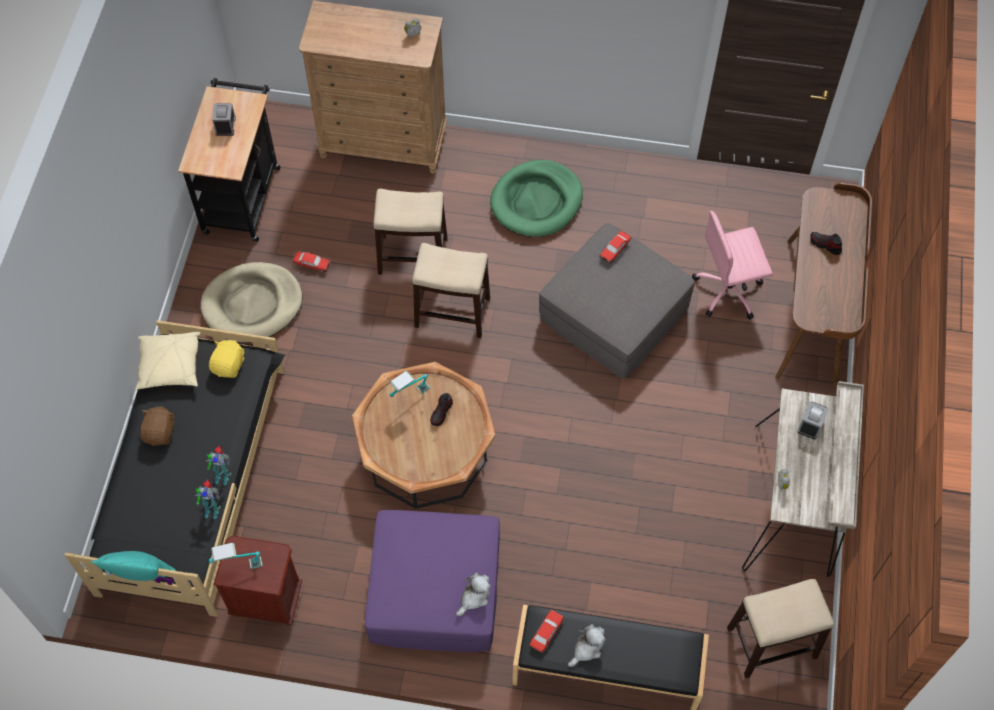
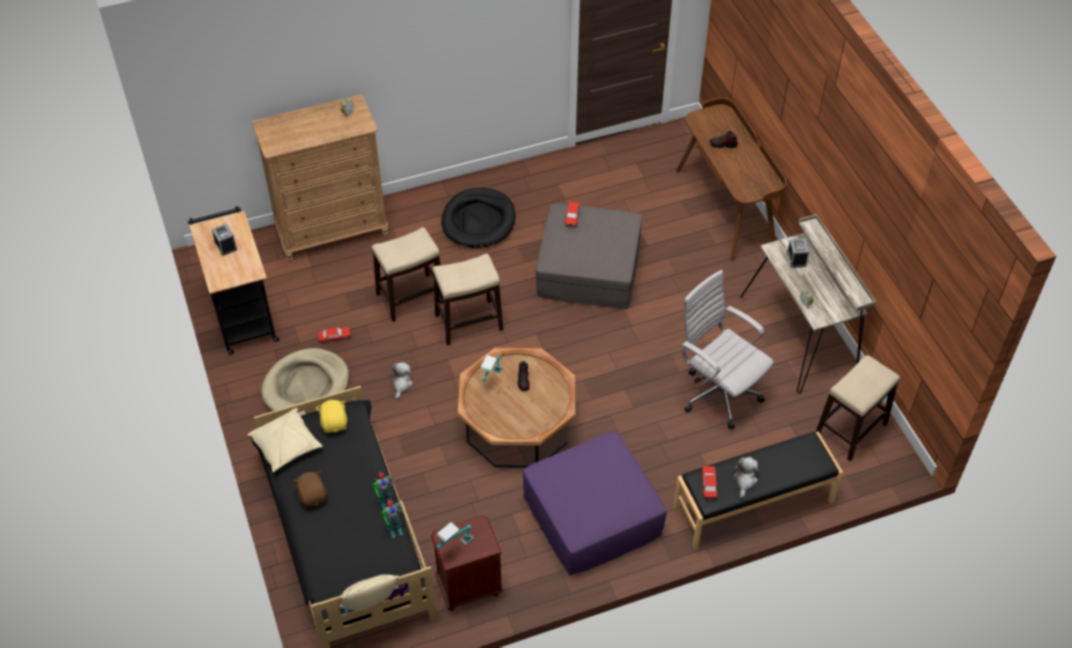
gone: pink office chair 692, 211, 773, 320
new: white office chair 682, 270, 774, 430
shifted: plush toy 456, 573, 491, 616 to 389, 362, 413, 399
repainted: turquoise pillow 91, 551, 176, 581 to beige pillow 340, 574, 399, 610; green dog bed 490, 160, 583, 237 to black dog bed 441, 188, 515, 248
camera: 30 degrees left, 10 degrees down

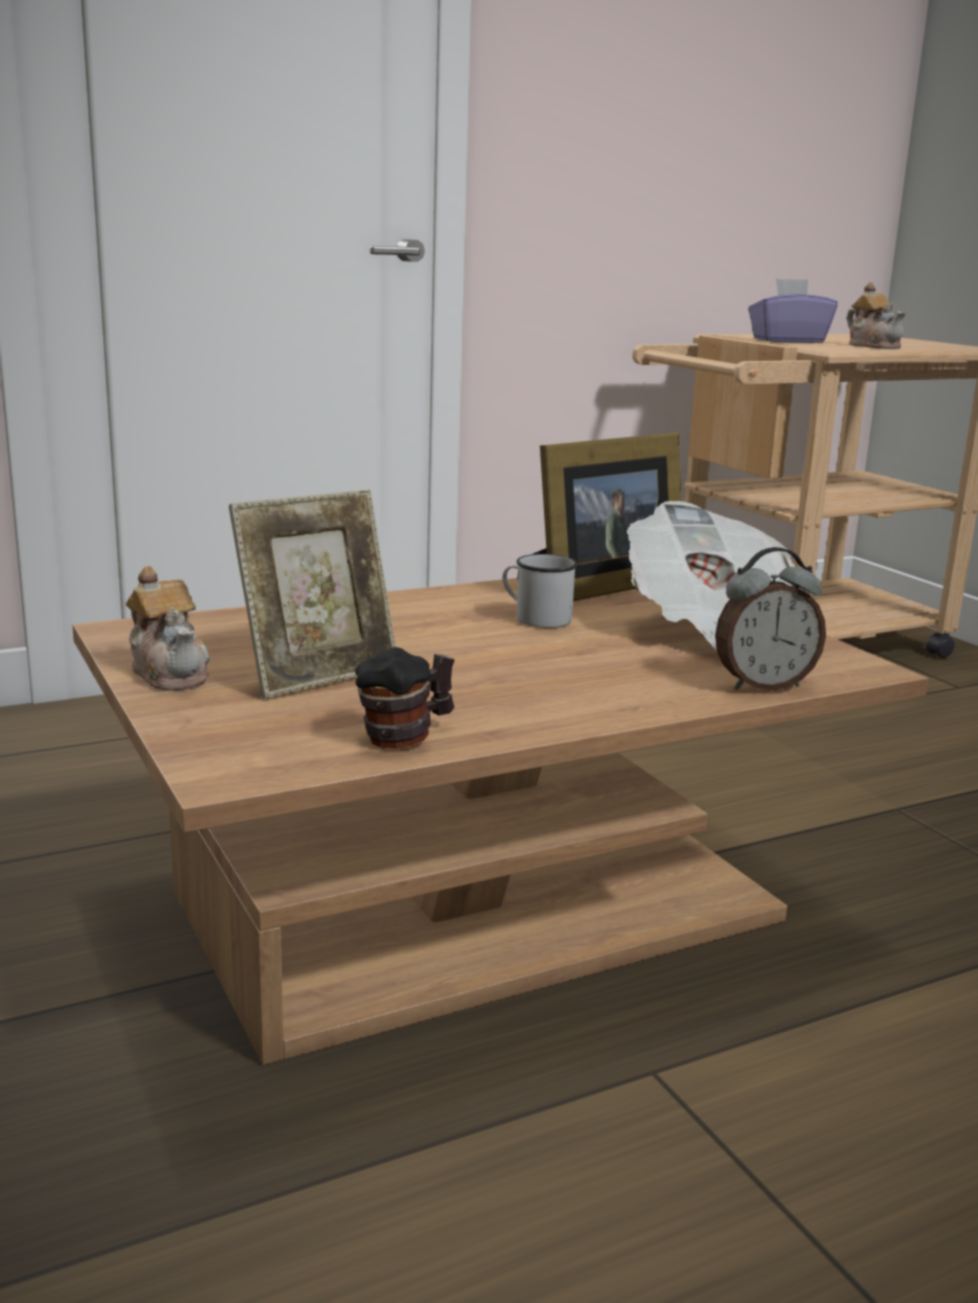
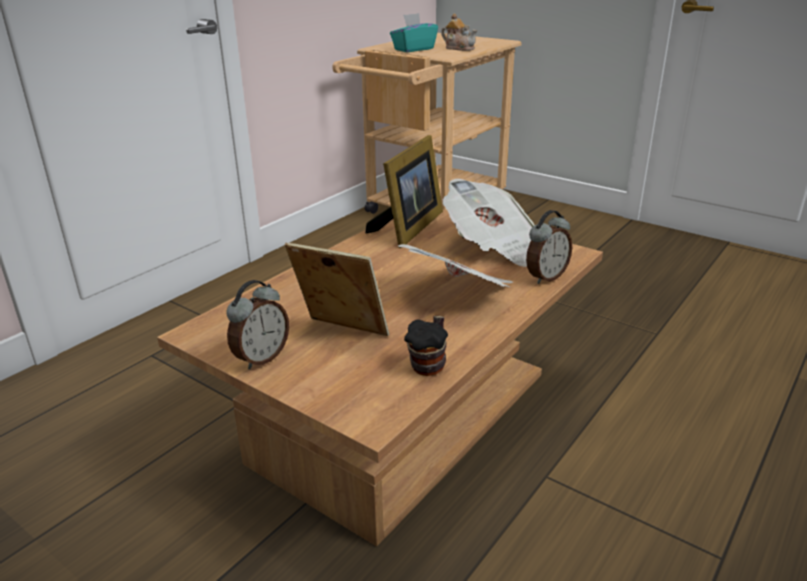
gone: white mug 503, 554, 578, 628
new: newspaper 398, 244, 513, 287
swapped: teapot 126, 566, 210, 691 to alarm clock 226, 280, 289, 370
repainted: purple tissue box 748, 278, 838, 343 to turquoise tissue box 390, 13, 438, 52
rotated: picture frame 229, 490, 396, 699 = 285, 243, 389, 336 90 degrees counterclockwise
camera: 25 degrees left, 10 degrees up

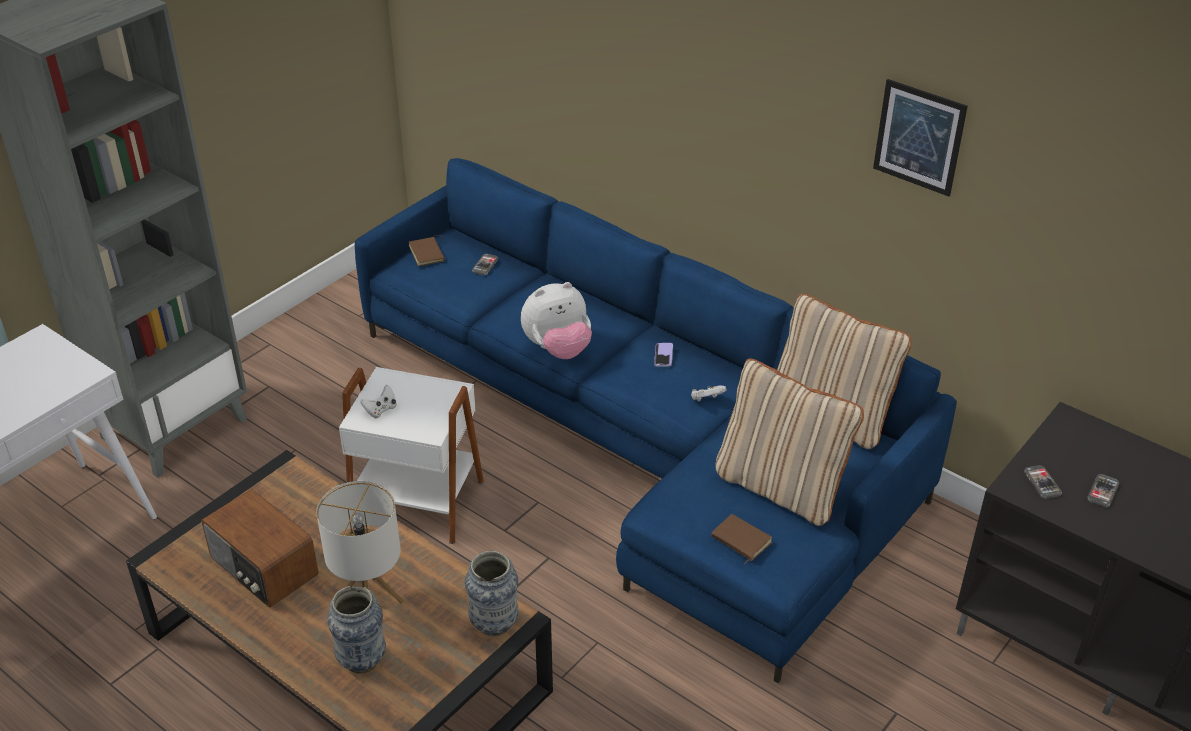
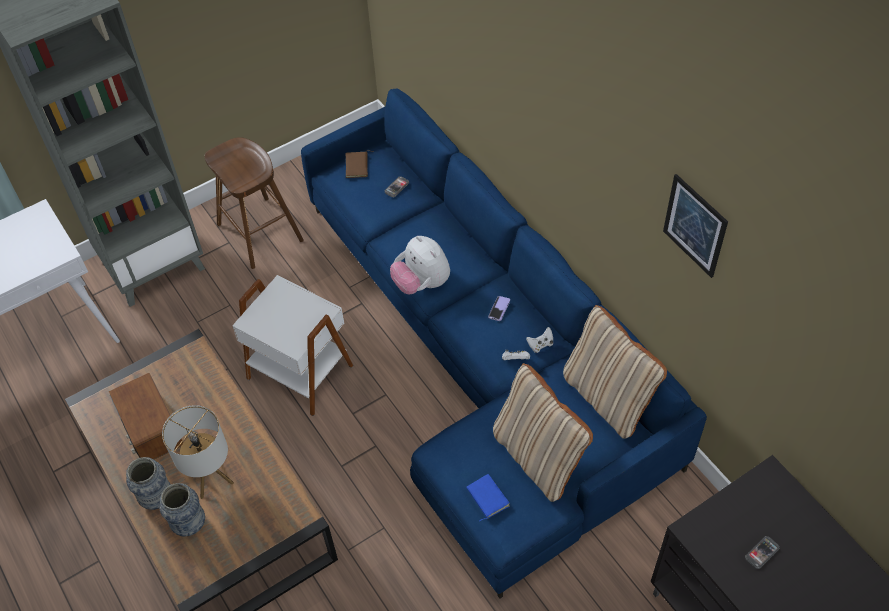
gone: phone 1024, 465, 1062, 499
new: brown stool 205, 137, 304, 269
shifted: white game controller 360, 385, 397, 418 to 526, 327, 553, 353; vase 465, 551, 519, 637 to 126, 457, 171, 510
repainted: brown book 711, 514, 772, 564 to blue book 466, 474, 510, 521
rotated: plush toy 521, 282, 592, 359 = 390, 236, 450, 294 60 degrees clockwise
camera: 20 degrees right, 15 degrees up

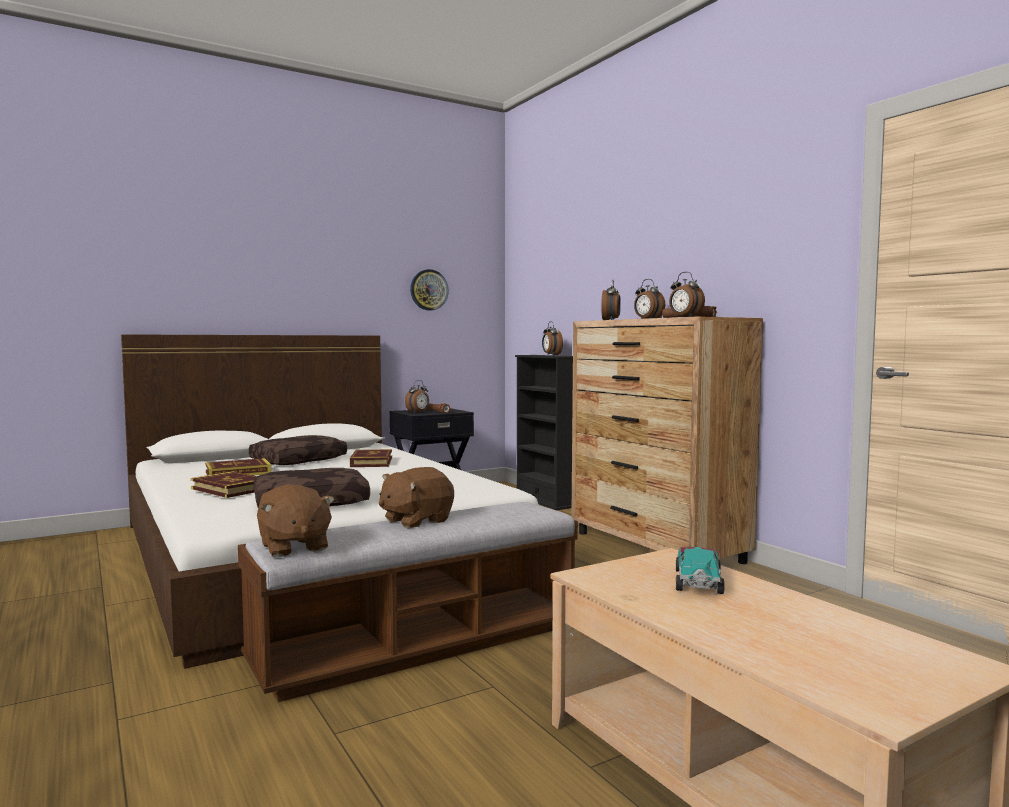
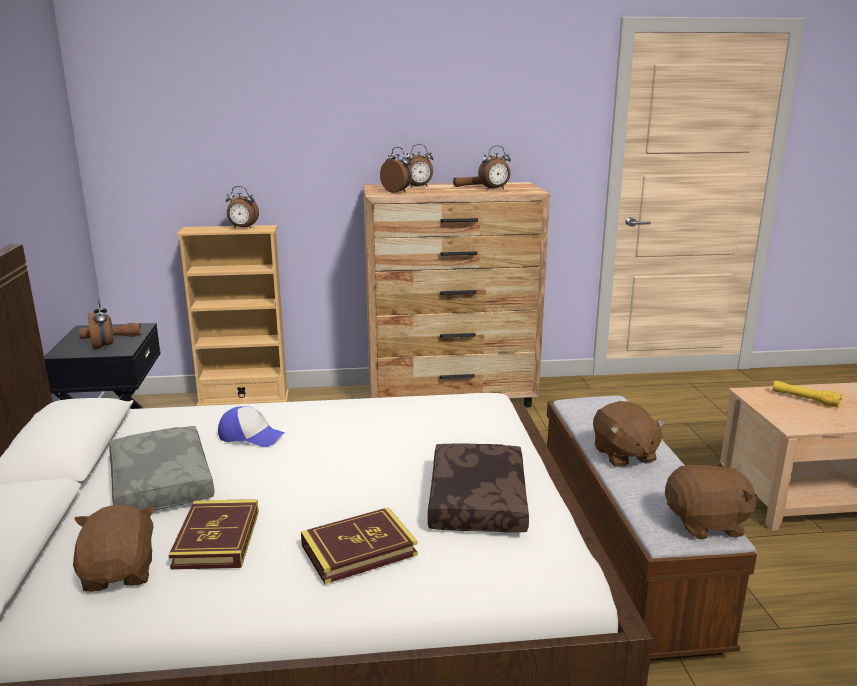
gone: wall clock 410, 269, 449, 310
new: brown plush toy 73, 505, 155, 592
swapped: book 350, 449, 392, 467 to cap 218, 406, 285, 447; toy car 676, 547, 725, 594 to yellow flashlight 773, 381, 843, 408
repainted: brown pillow 249, 435, 347, 465 to grey pillow 109, 426, 215, 511; black bookcase 515, 355, 573, 510 to beige bookcase 177, 225, 289, 406
camera: 65 degrees left, 15 degrees up

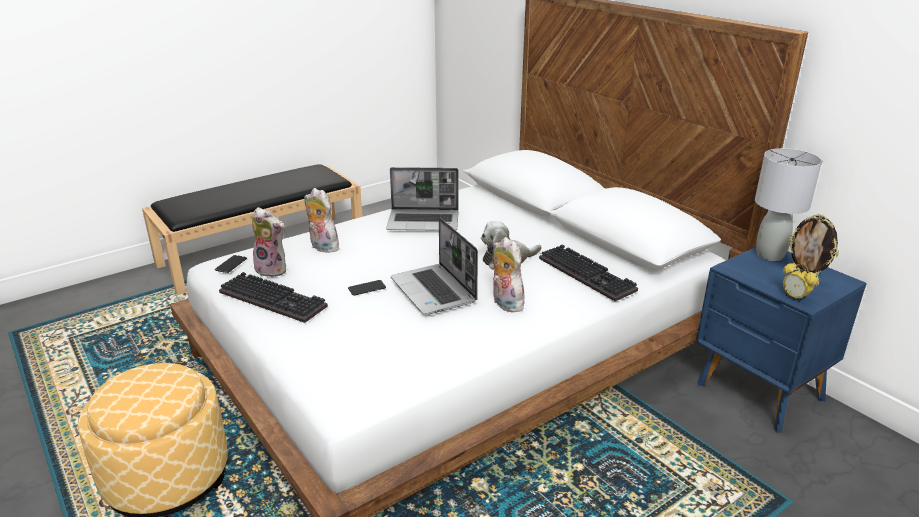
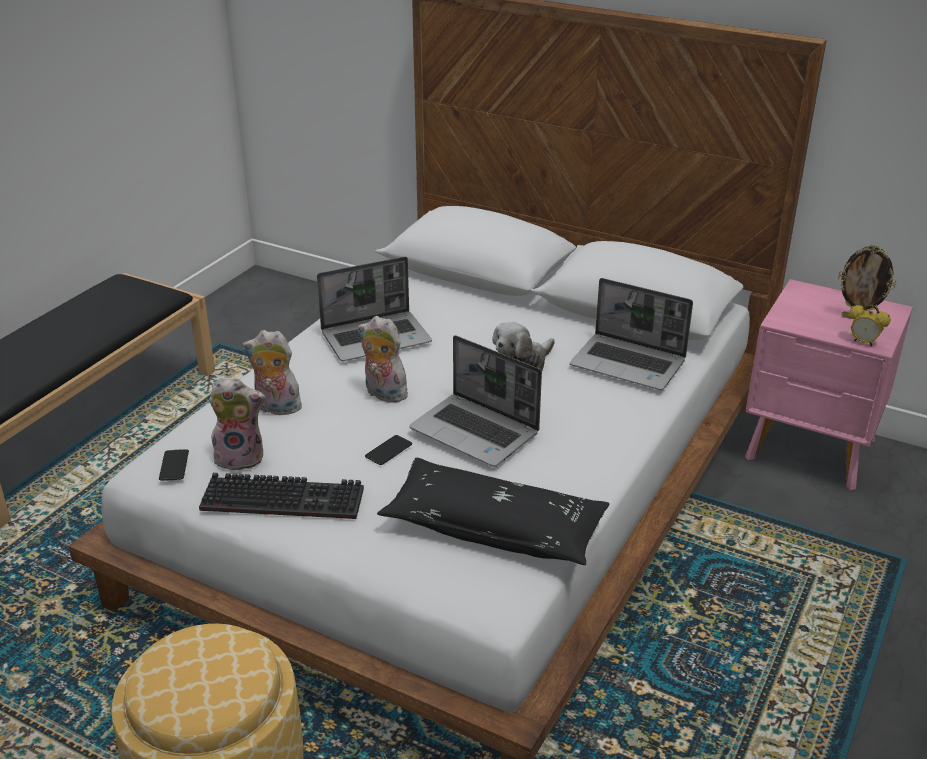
gone: grey table lamp 755, 148, 822, 261
new: black pillow 377, 457, 610, 565
shifted: plush toy 493, 237, 525, 312 to 358, 316, 410, 403
swapped: keyboard 539, 244, 638, 301 to laptop 570, 278, 693, 390
repainted: blue nightstand 696, 247, 867, 433 to pink nightstand 745, 279, 913, 490
camera: 25 degrees left, 5 degrees up

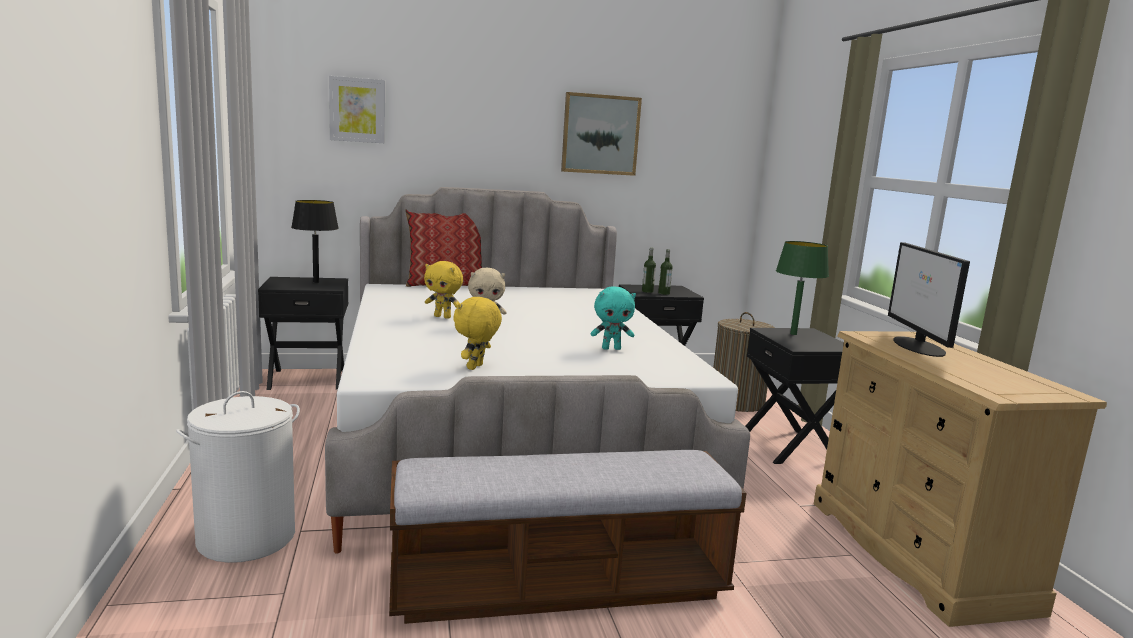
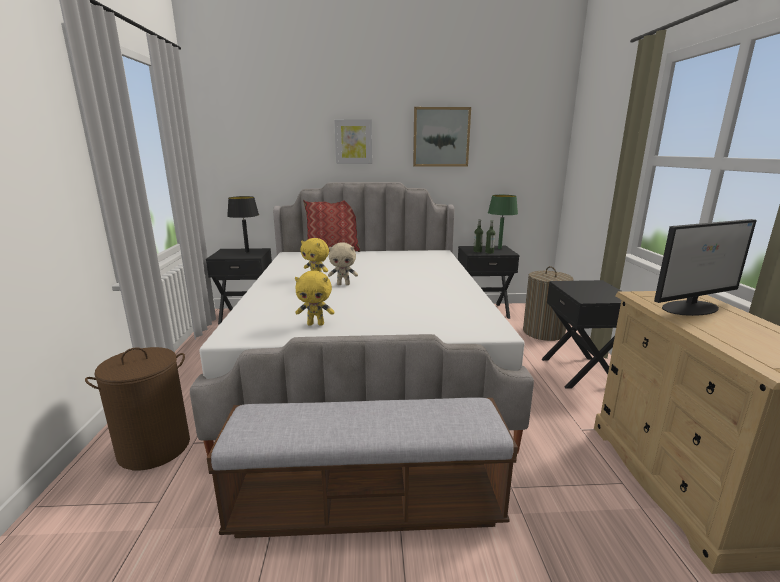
gone: turquoise plush toy 590, 286, 636, 350
shifted: picture 329, 76, 385, 143 to 334, 119, 372, 164; green table lamp 776, 241, 829, 335 to 488, 195, 518, 249
repainted: white laundry basket 176, 391, 300, 563 to brown laundry basket 85, 347, 190, 470
rotated: yellow plush toy 454, 297, 502, 370 = 295, 271, 335, 326 120 degrees counterclockwise; monitor 888, 242, 970, 357 = 654, 219, 757, 316 120 degrees counterclockwise
camera: 10 degrees right, 5 degrees up

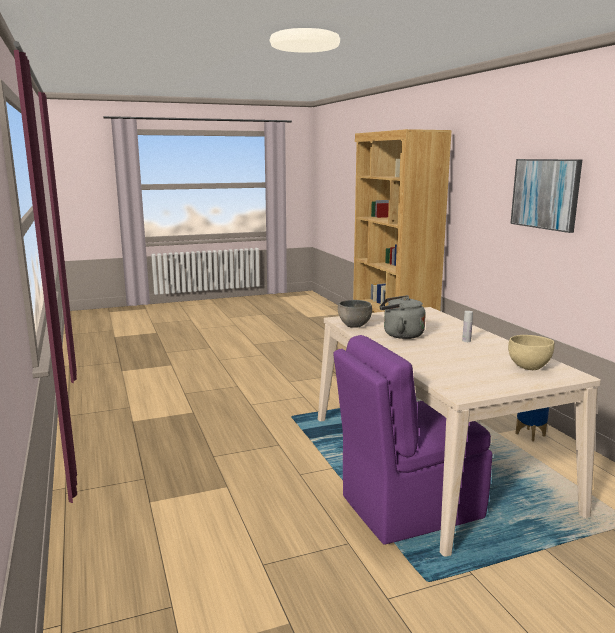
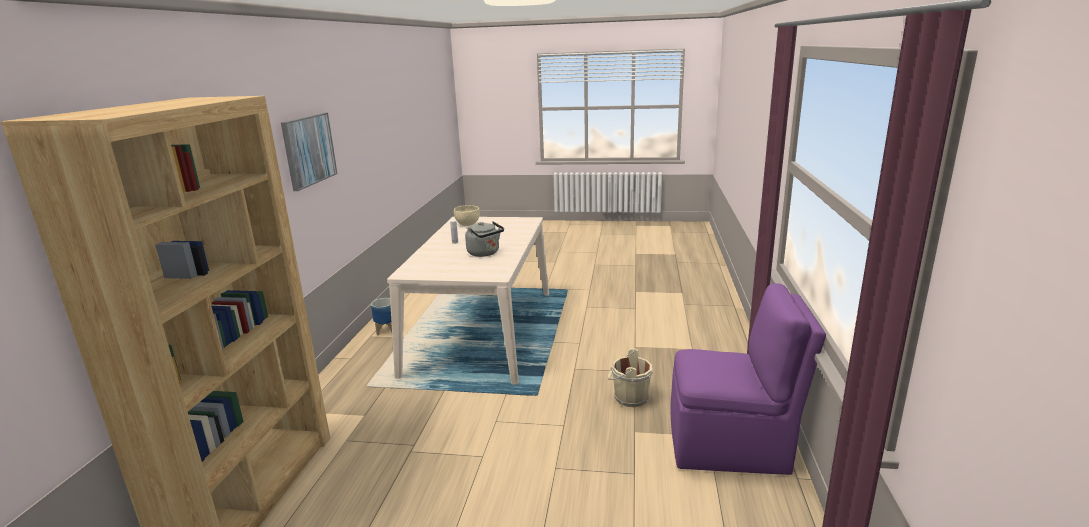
gone: grey bowl 338, 300, 372, 328
new: beige bucket 608, 348, 653, 407
shifted: purple chair 333, 335, 492, 545 to 670, 283, 826, 475
camera: 150 degrees left, 5 degrees up

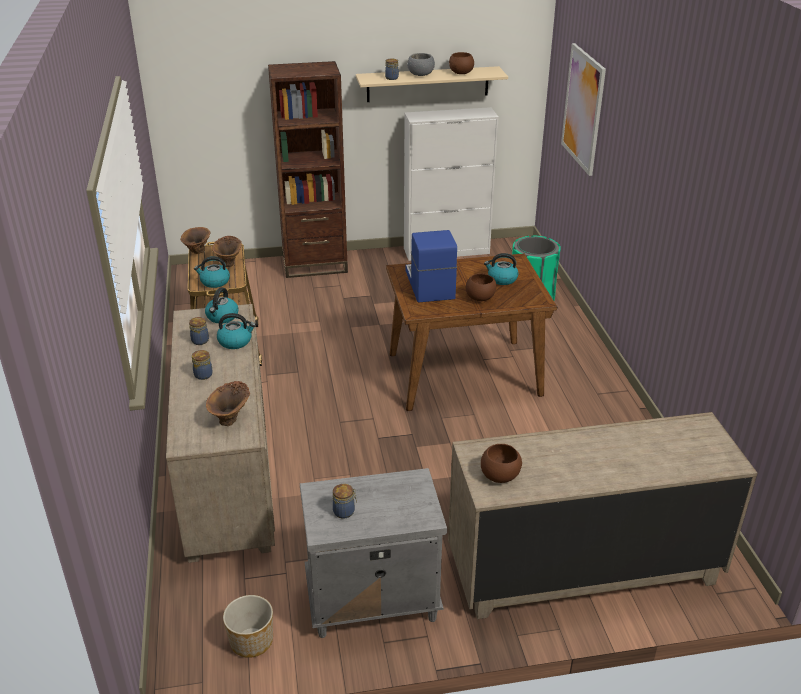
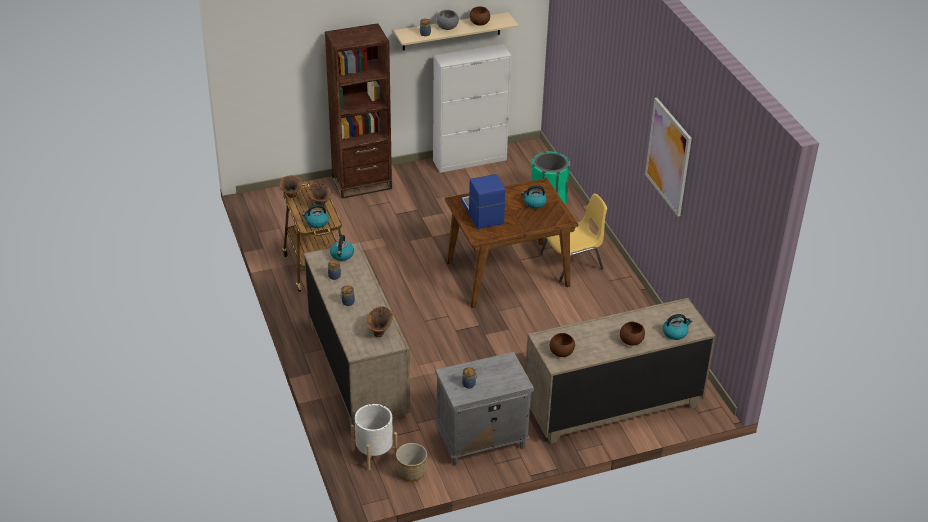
new: white planter 351, 404, 397, 470; yellow chair 540, 194, 607, 282
shifted: kettle 217, 313, 256, 349 to 663, 314, 692, 340; brown bowl 466, 273, 496, 301 to 620, 321, 645, 346; picture 561, 43, 606, 176 to 645, 98, 692, 216
camera: 10 degrees left, 5 degrees up

